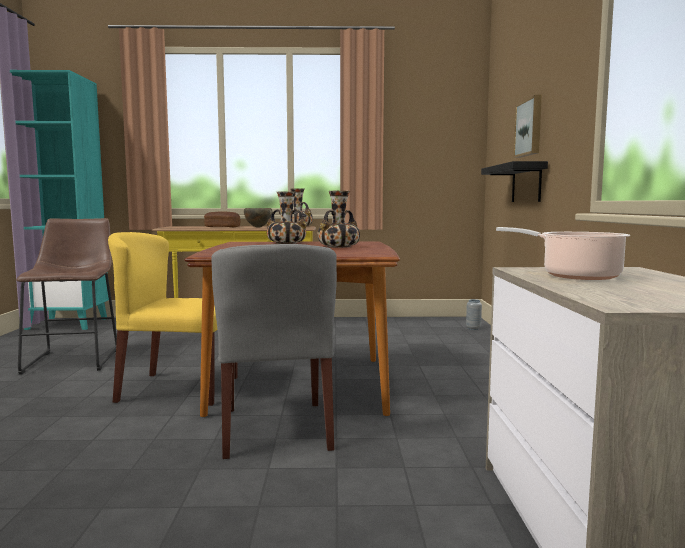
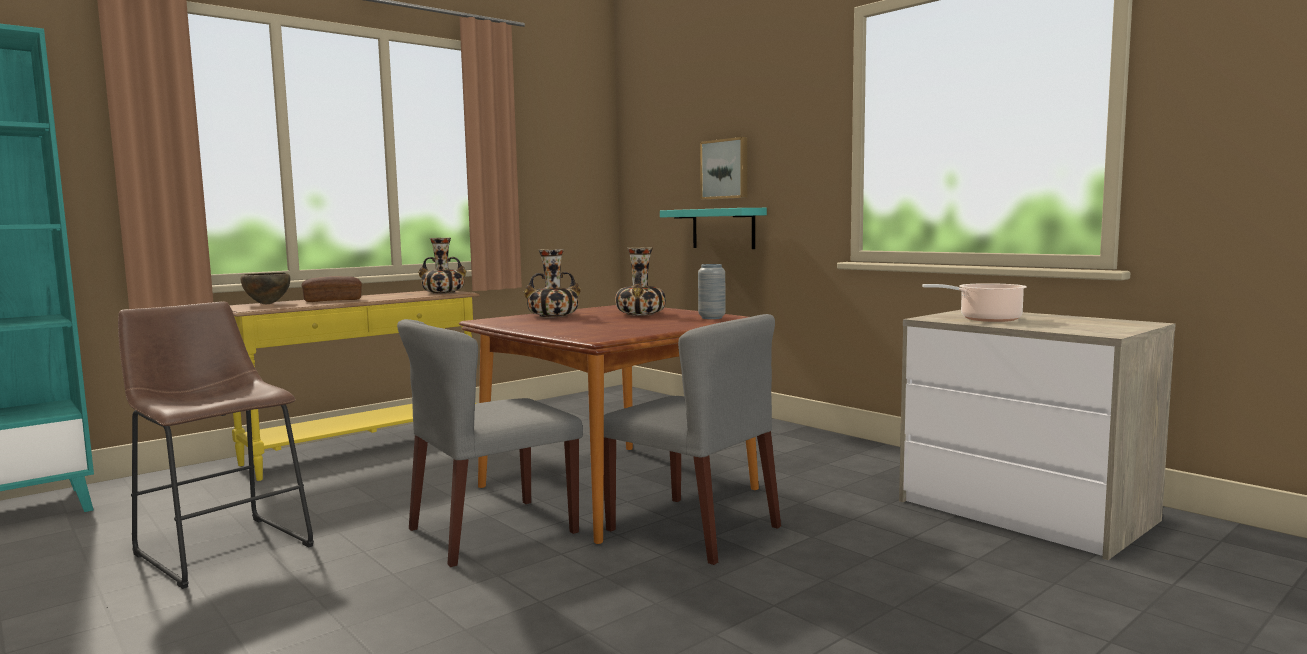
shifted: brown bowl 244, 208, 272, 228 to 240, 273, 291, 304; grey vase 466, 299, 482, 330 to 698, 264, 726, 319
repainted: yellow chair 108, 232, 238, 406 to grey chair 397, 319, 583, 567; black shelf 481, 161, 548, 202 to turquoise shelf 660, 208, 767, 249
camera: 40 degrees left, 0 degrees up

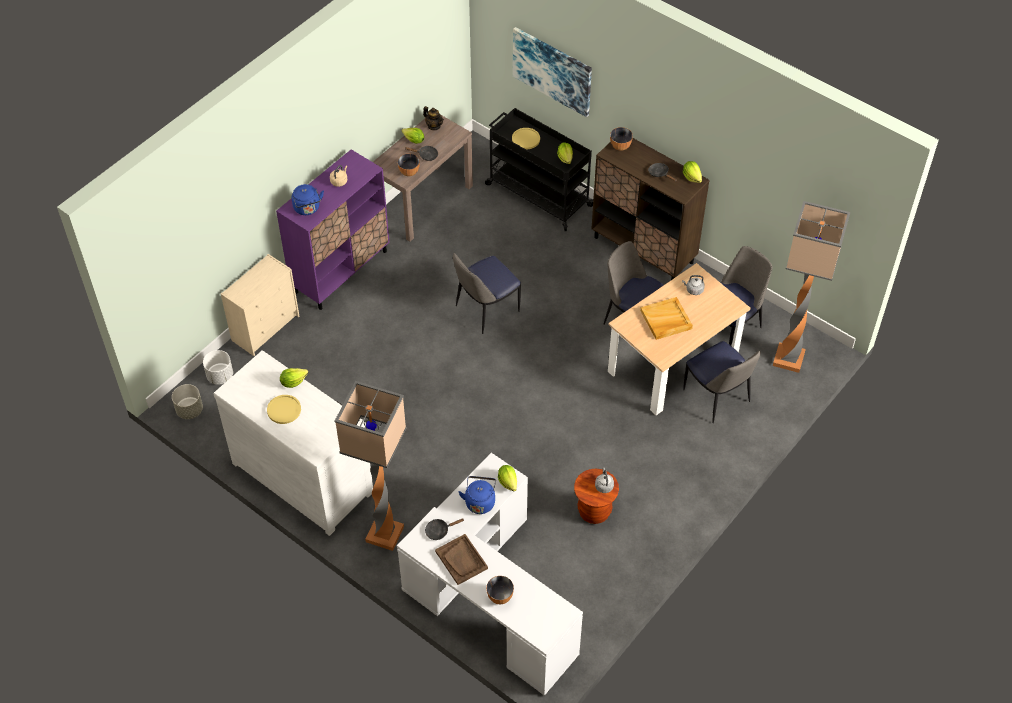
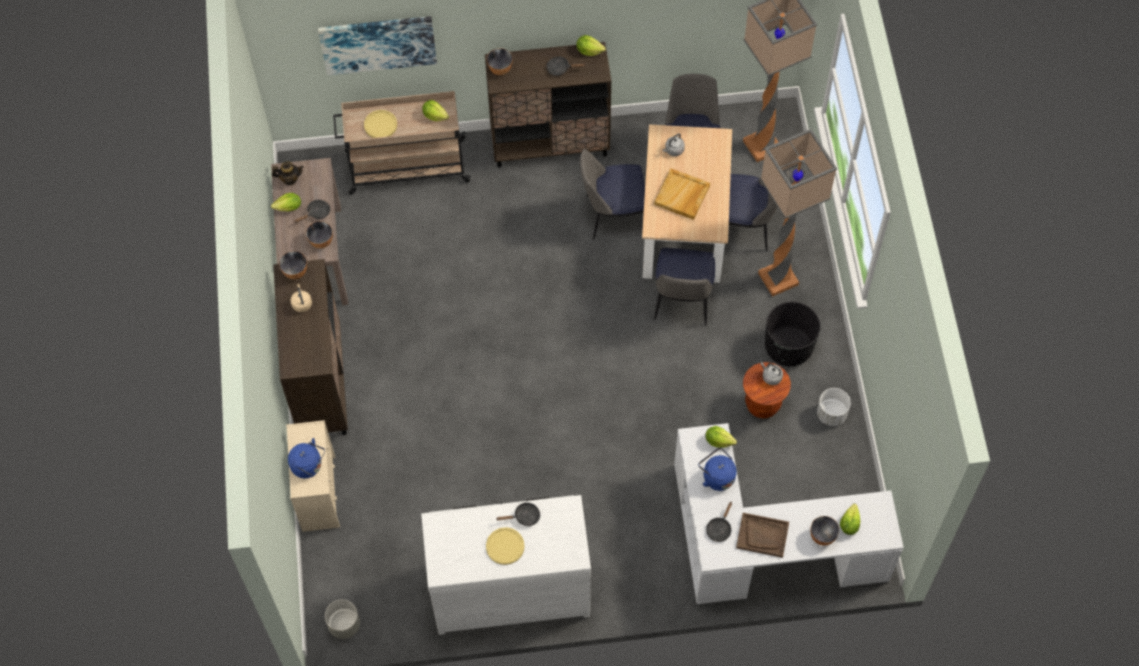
new: bowl 279, 251, 307, 279; black frying pan 497, 502, 540, 526; black planter 765, 301, 820, 366
shifted: white planter 203, 350, 233, 385 to 817, 388, 851, 426; lettuce 280, 368, 308, 388 to 840, 504, 860, 535; blue kettle 292, 184, 324, 215 to 288, 438, 325, 478; floor lamp 334, 381, 407, 551 to 758, 129, 837, 297; chair 453, 253, 521, 334 to 654, 248, 715, 326
repainted: purple cabinet 276, 149, 389, 310 to brown cabinet 273, 259, 348, 435; black cart 485, 108, 593, 231 to beige cart 333, 91, 471, 195
camera: 45 degrees left, 10 degrees up

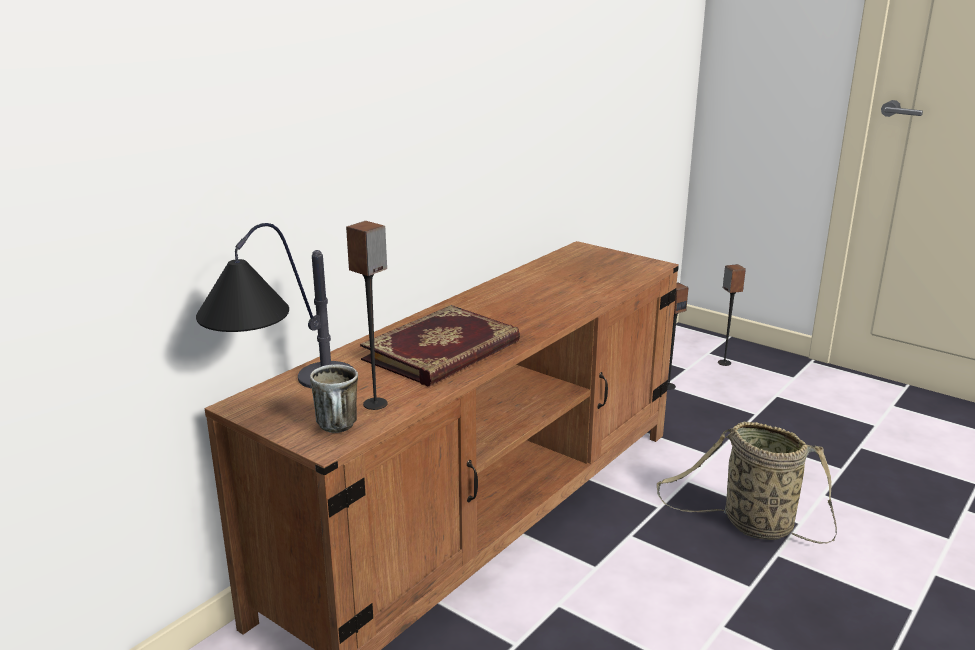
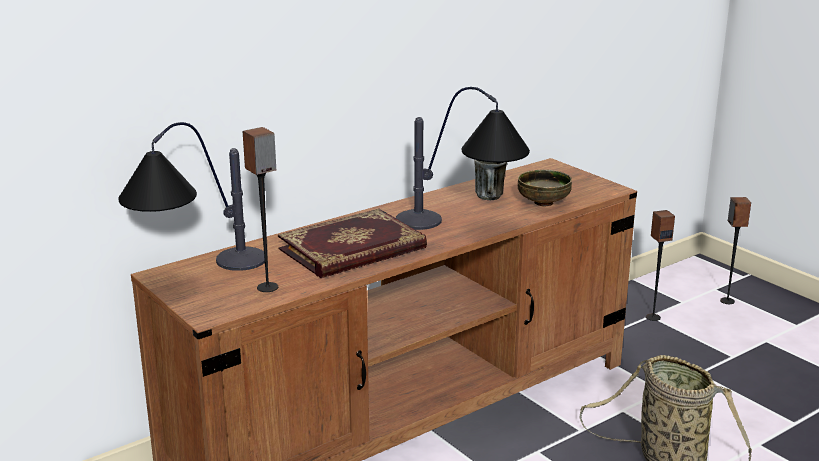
new: table lamp 396, 87, 530, 230; bowl 518, 170, 572, 207
shifted: mug 310, 364, 358, 433 to 474, 160, 507, 200
camera: 15 degrees right, 0 degrees up

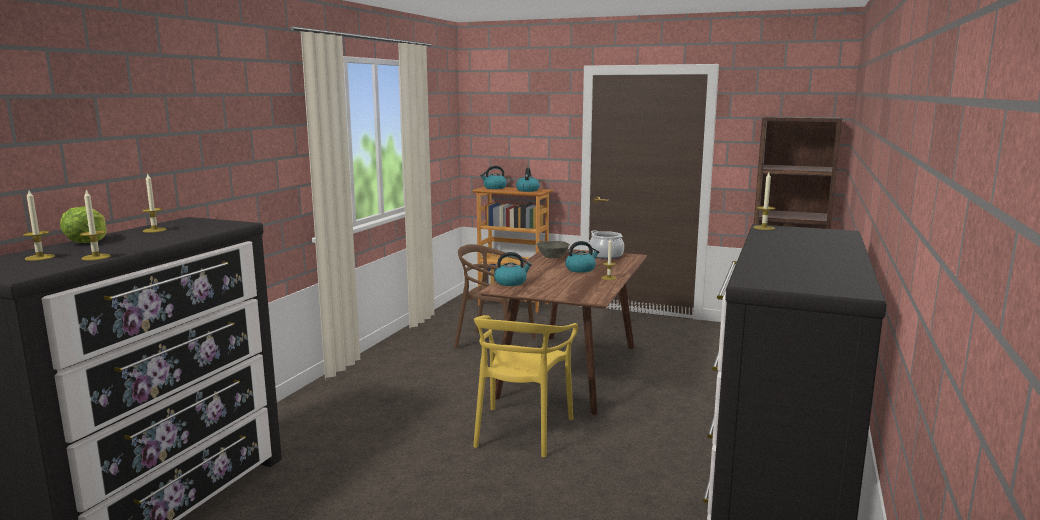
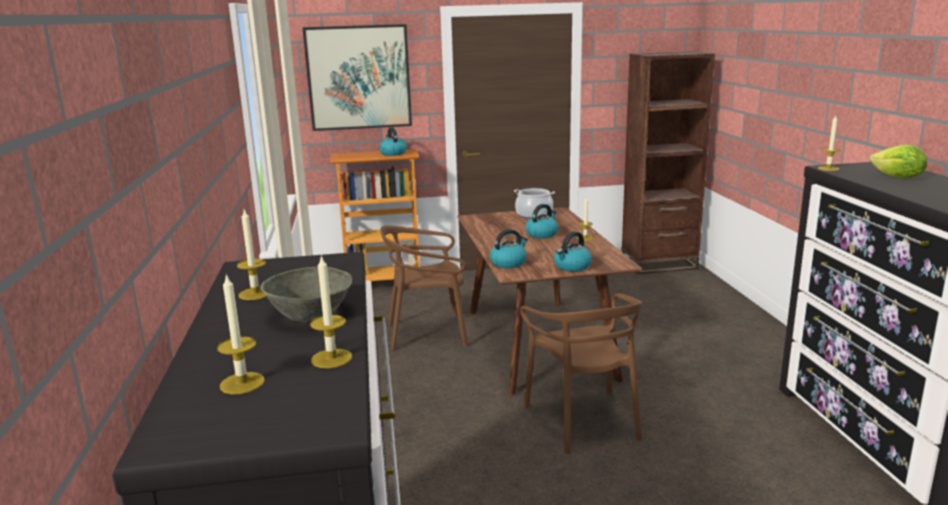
new: picture 303, 24, 412, 131
shifted: lettuce 60, 207, 107, 243 to 869, 145, 927, 178; kettle 480, 166, 507, 189 to 554, 231, 592, 272; grey bowl 536, 241, 570, 258 to 261, 267, 352, 322
repainted: yellow chair 473, 315, 578, 458 to brown chair 520, 293, 642, 454
camera: 30 degrees left, 5 degrees up

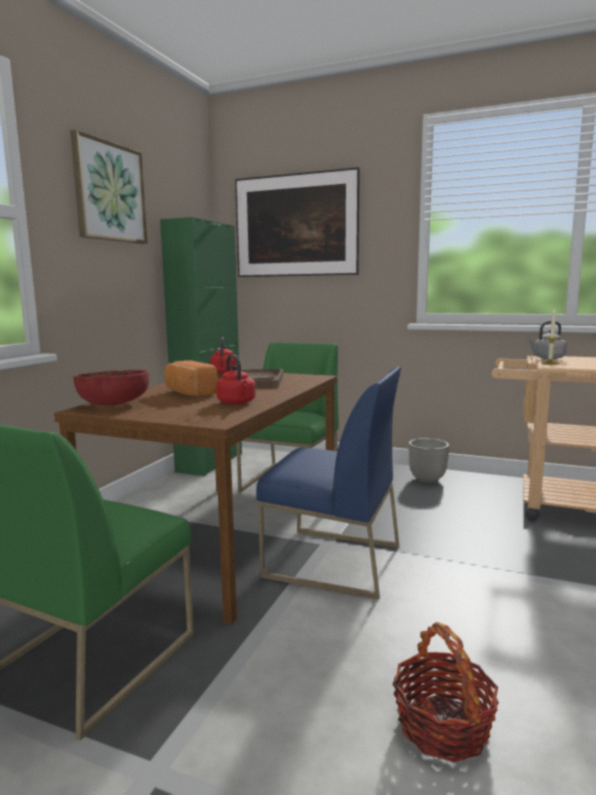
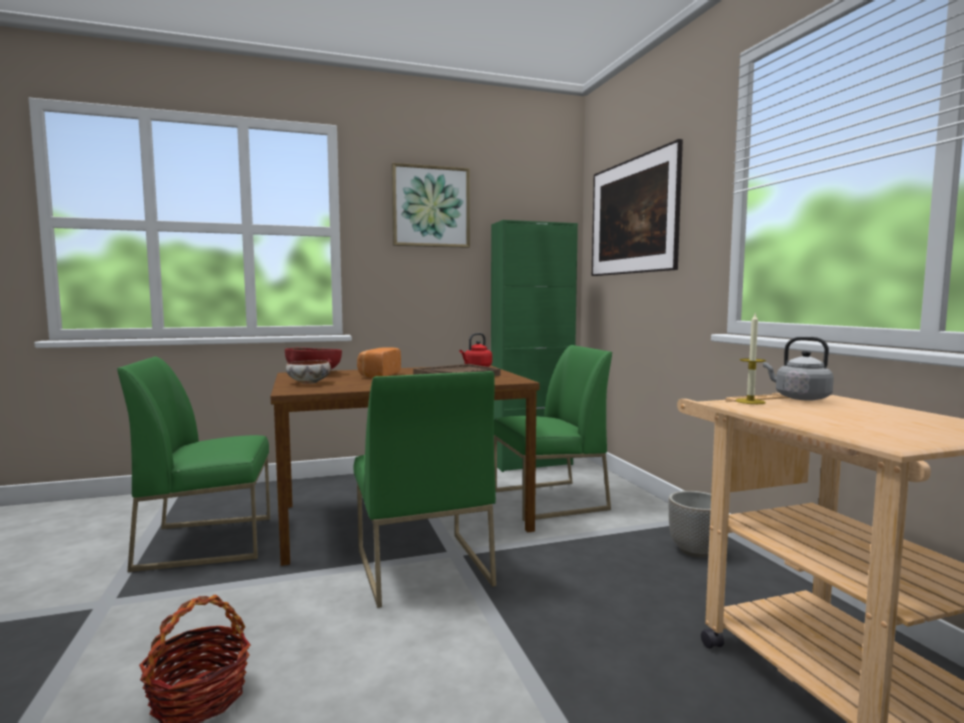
gone: red kettle 216, 354, 256, 404
new: bowl 286, 360, 331, 384
repainted: blue chair 256, 367, 401, 600 to green chair 354, 371, 496, 608
camera: 50 degrees right, 5 degrees down

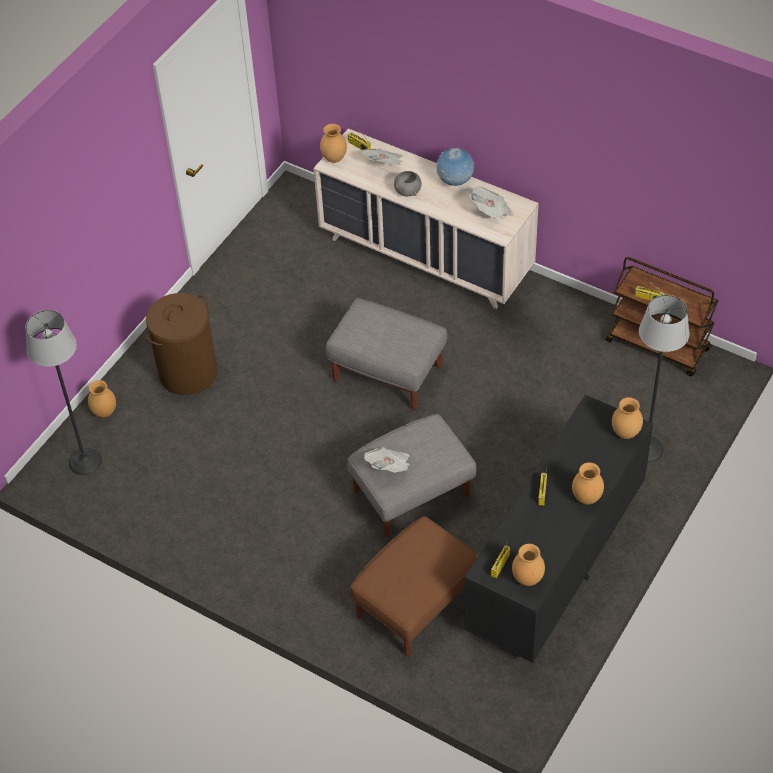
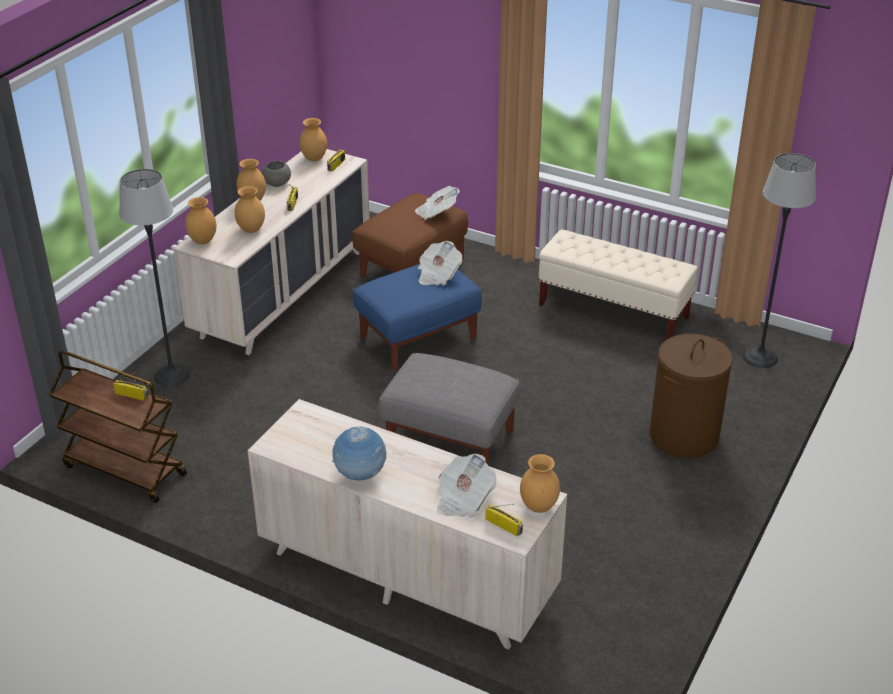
new: beige bench 538, 229, 698, 339
shifted: brown vase 88, 380, 116, 418 to 234, 186, 265, 233; grey bowl 394, 171, 421, 196 to 262, 161, 291, 187; newspaper 469, 186, 514, 219 to 415, 186, 460, 220
repainted: grey ottoman 347, 414, 476, 537 to blue ottoman 353, 264, 482, 370; black dresser 464, 395, 653, 663 to beige dresser 173, 149, 370, 355
camera: 175 degrees right, 15 degrees down

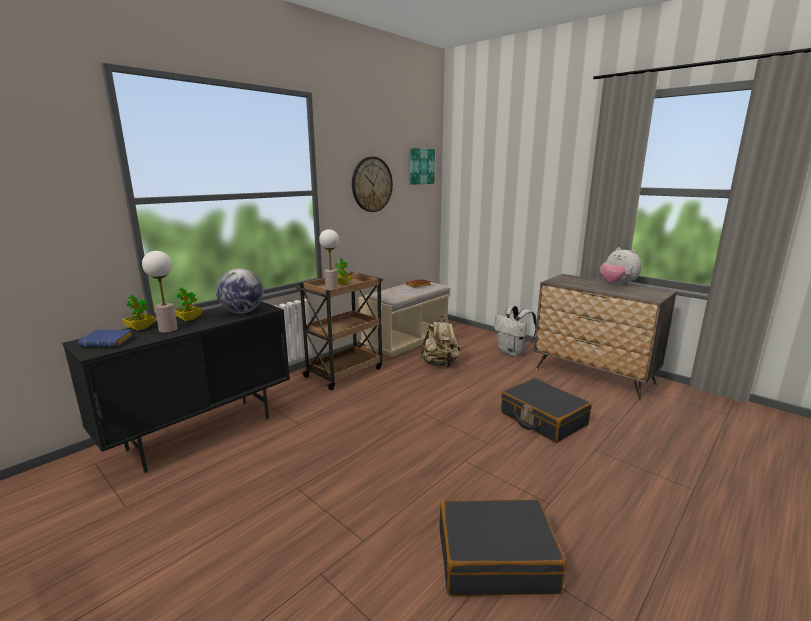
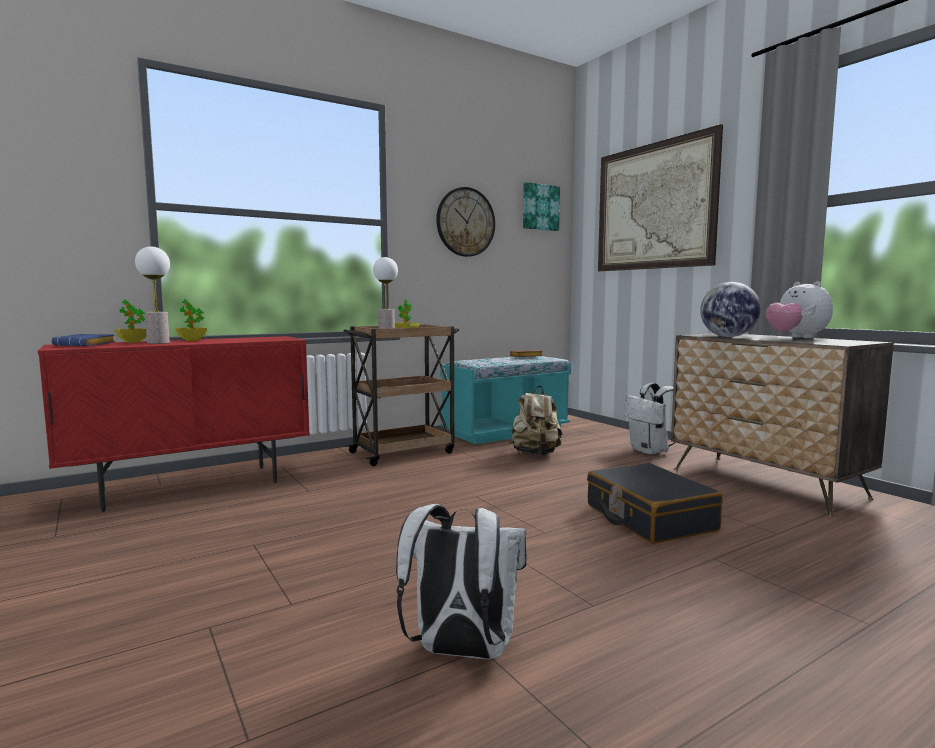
new: picture 598, 124, 723, 271
shifted: globe 216, 268, 264, 313 to 700, 282, 761, 337
swapped: black suitcase 439, 499, 566, 596 to white backpack 396, 504, 527, 659
repainted: black cabinet 62, 301, 290, 473 to red cabinet 38, 336, 310, 512; beige bench 358, 282, 450, 357 to turquoise bench 440, 356, 571, 444
camera: 15 degrees right, 10 degrees down

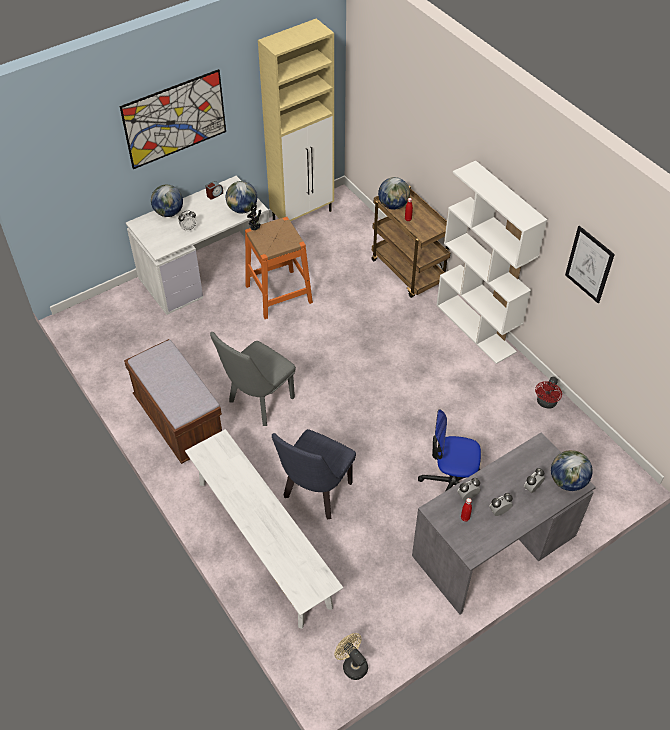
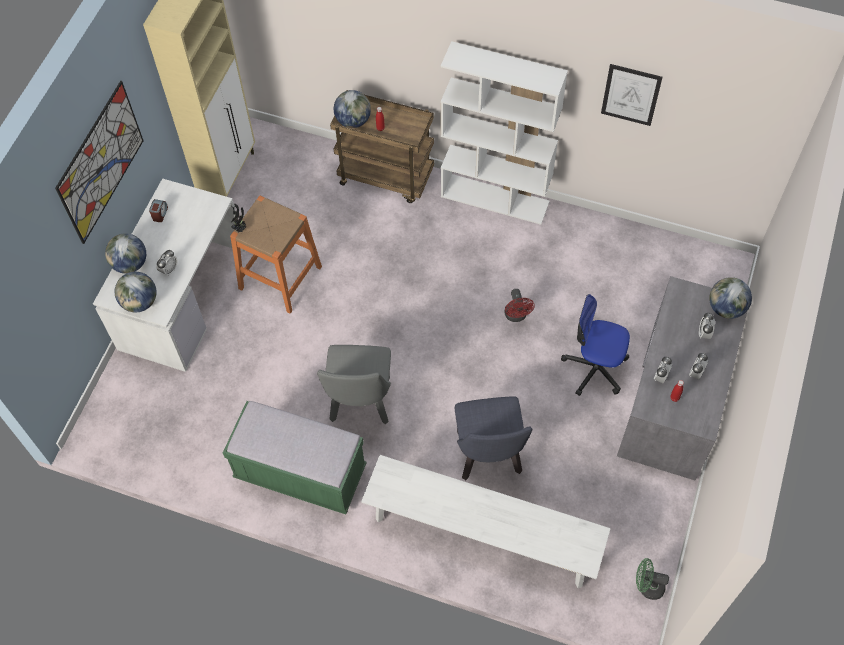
shifted: globe 226, 181, 257, 214 to 115, 272, 156, 312; red fan 535, 377, 562, 409 to 505, 289, 535, 322
repainted: brown bench 124, 339, 222, 464 to green bench 223, 401, 367, 514; beige fan 334, 633, 368, 680 to green fan 636, 558, 669, 600
rotated: office chair 418, 410, 481, 491 = 561, 294, 630, 396 45 degrees clockwise
camera: 35 degrees left, 10 degrees up

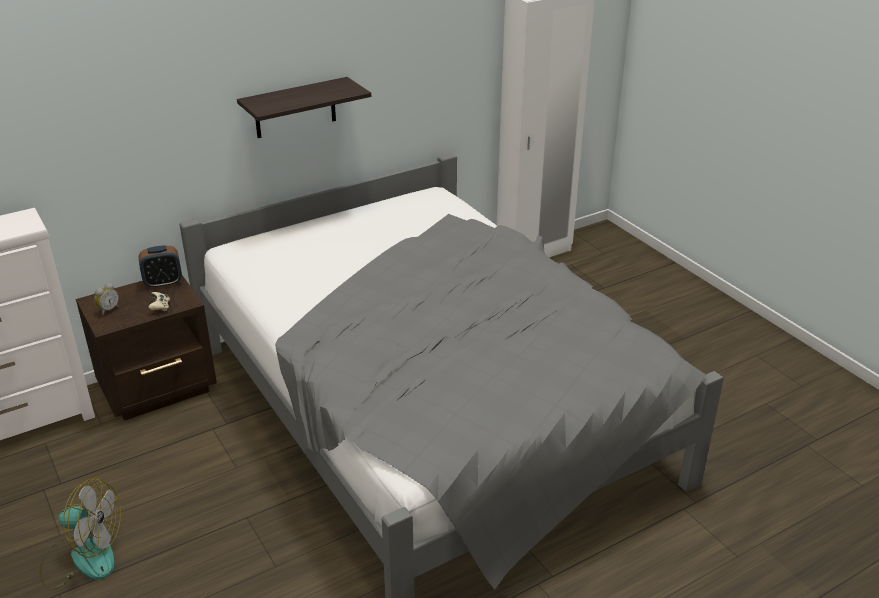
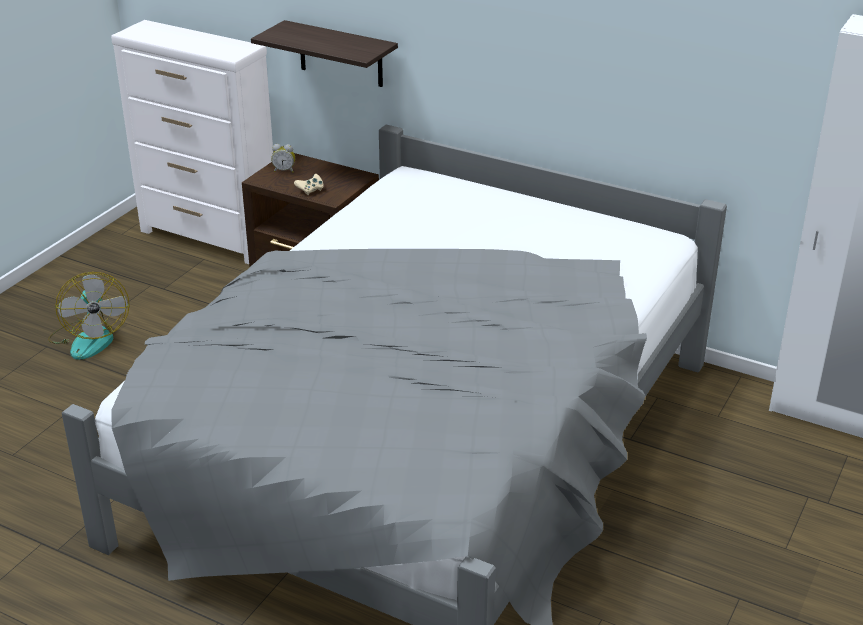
gone: alarm clock 139, 246, 182, 289
shifted: shelf 237, 77, 371, 138 to 251, 20, 398, 87
camera: 60 degrees right, 0 degrees up

